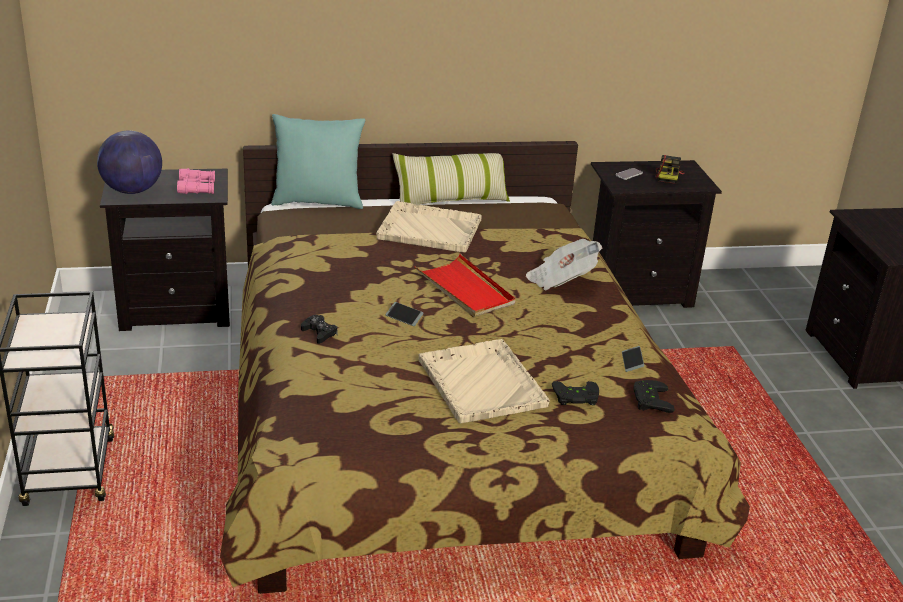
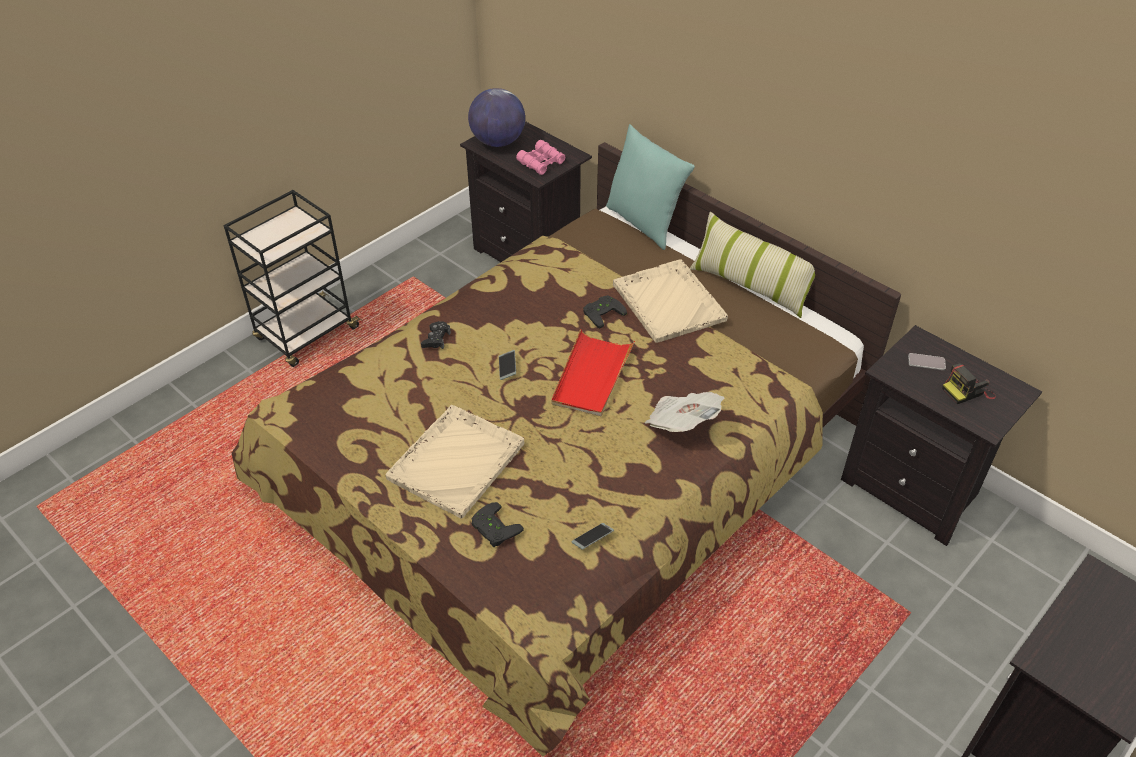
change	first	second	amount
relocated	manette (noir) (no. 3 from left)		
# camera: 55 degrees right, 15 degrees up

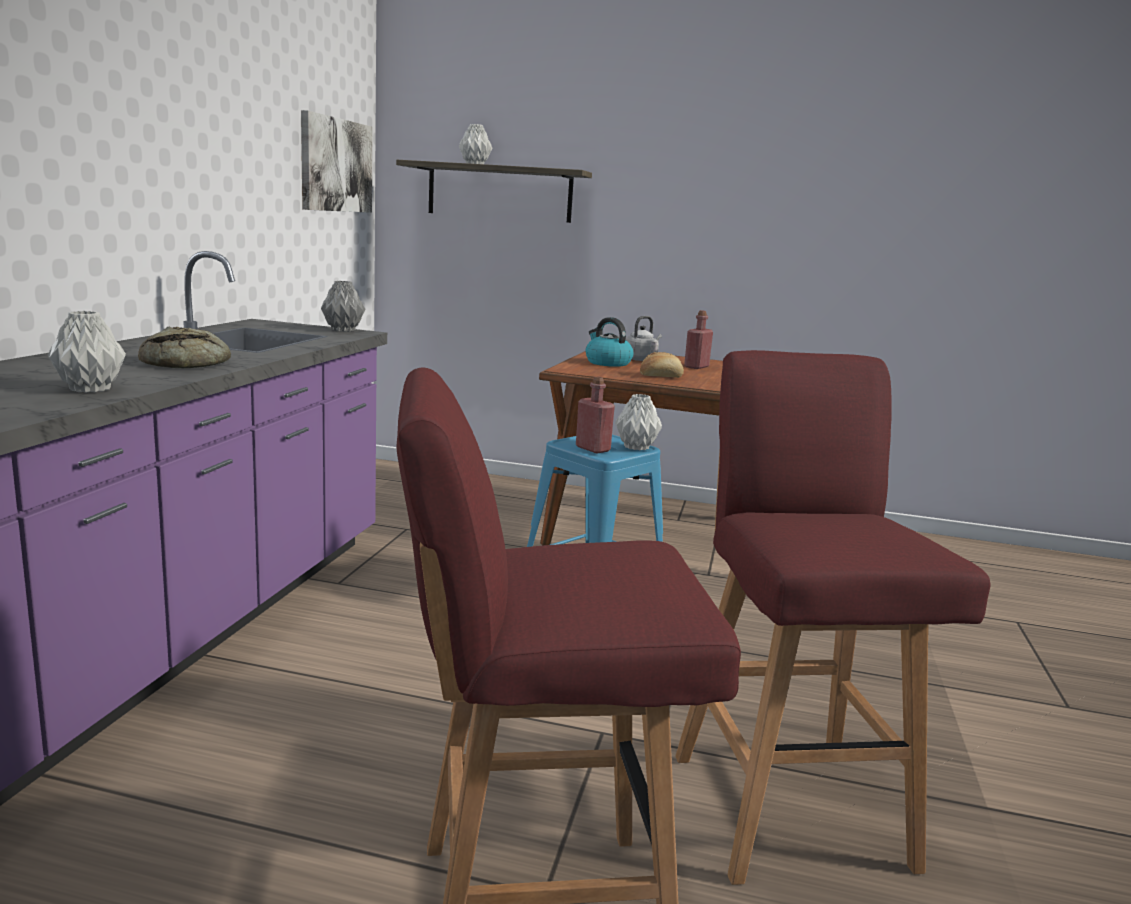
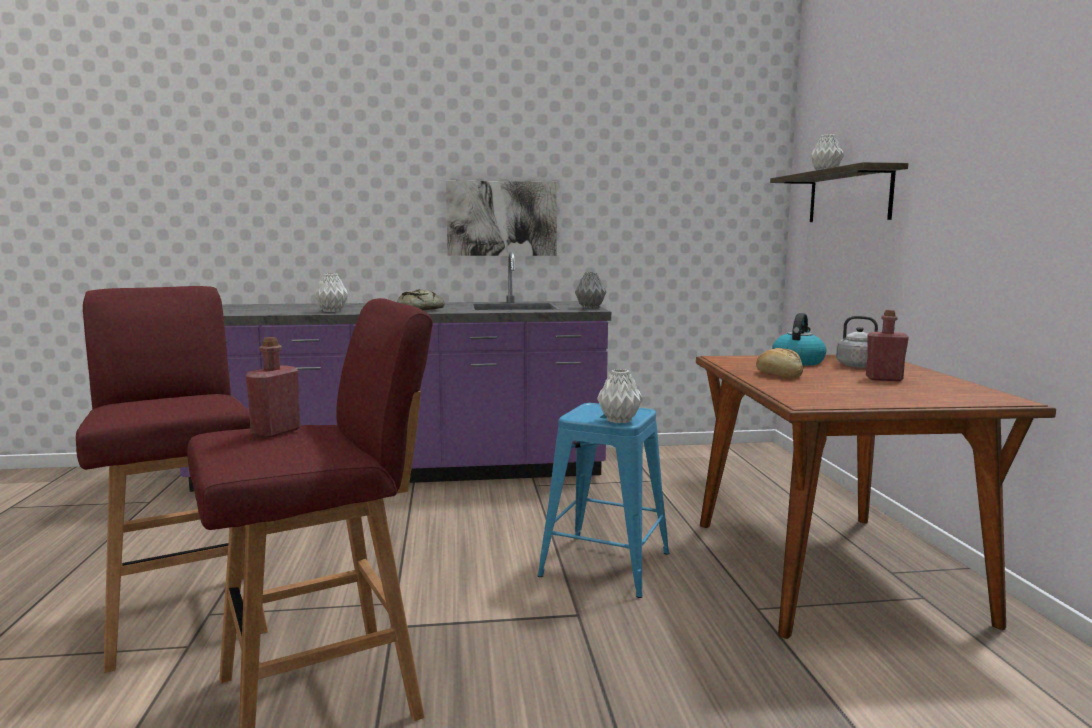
change	first	second	amount
relocated	tableau		
relocated	bouteille (rouge) (no. 1 from left)		
# camera: 70 degrees right, 5 degrees down

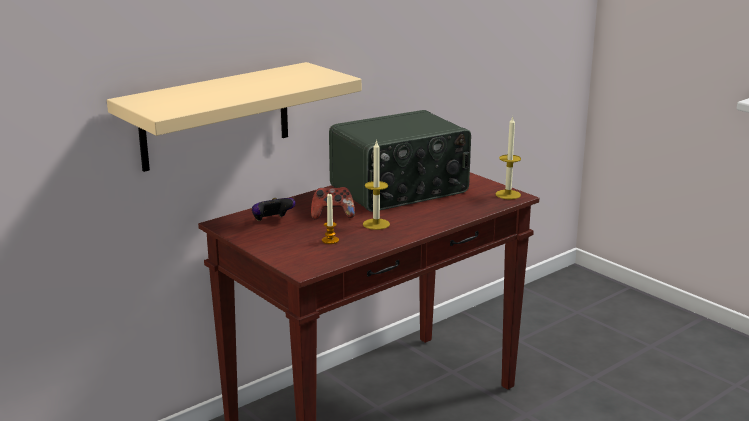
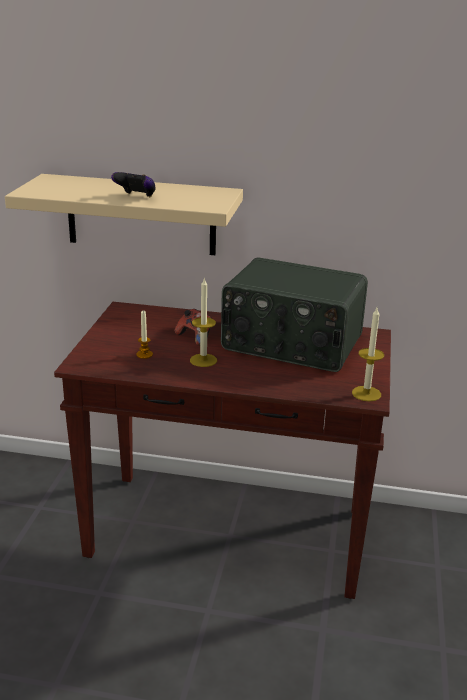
change	first	second	amount
relocated	manette (no. 1 from left)		
# camera: 50 degrees right, 5 degrees up

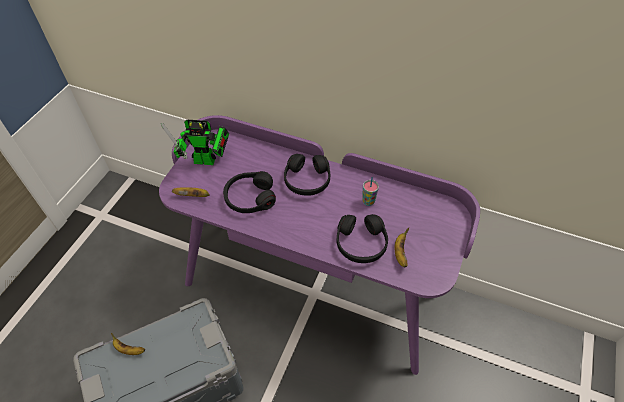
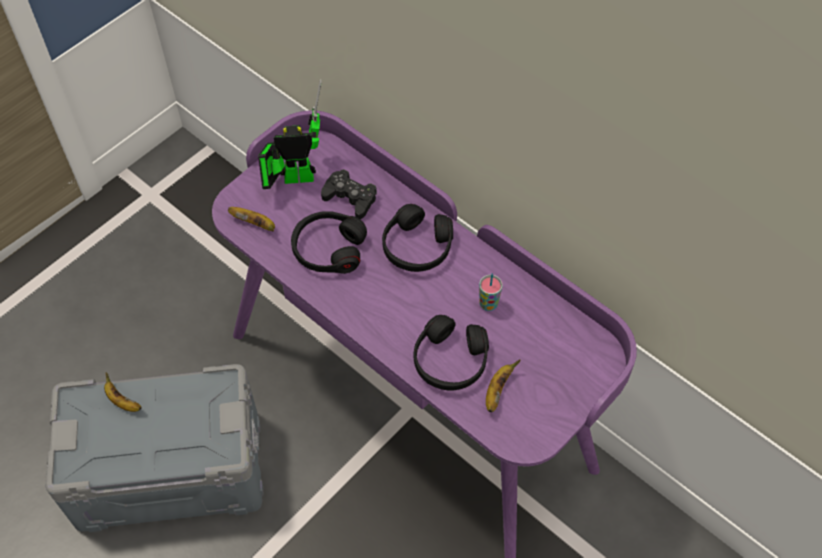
change	first	second	amount
spun	robot jouet		150 degrees clockwise
appeared		manette (noir)	
# camera: 20 degrees right, 5 degrees up

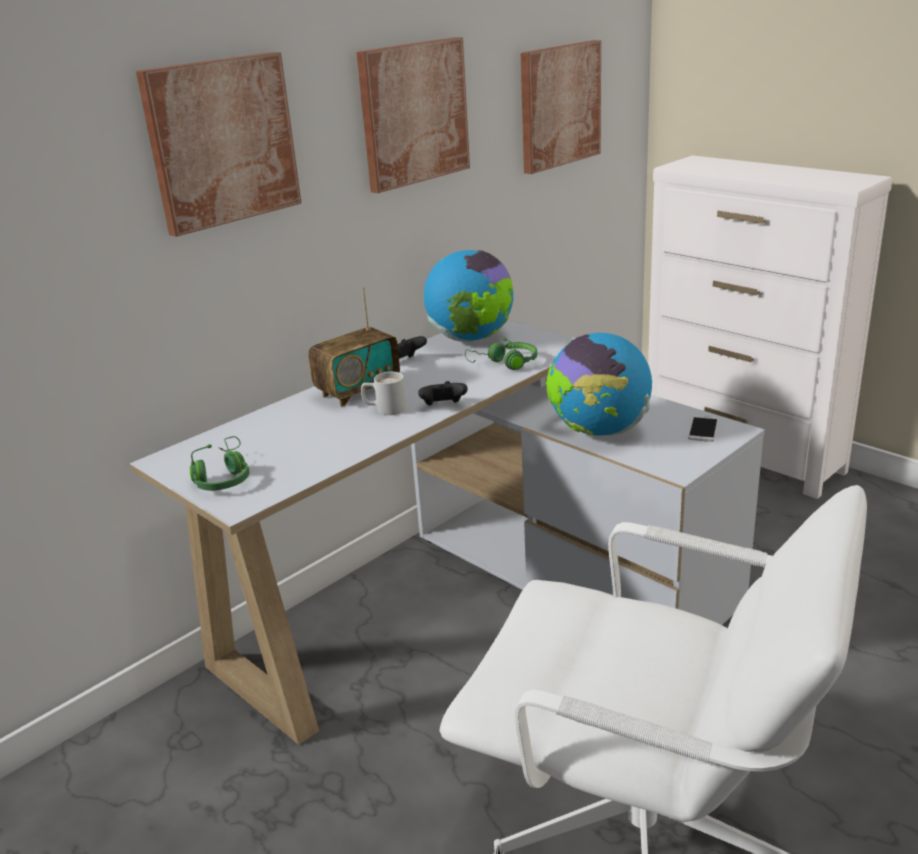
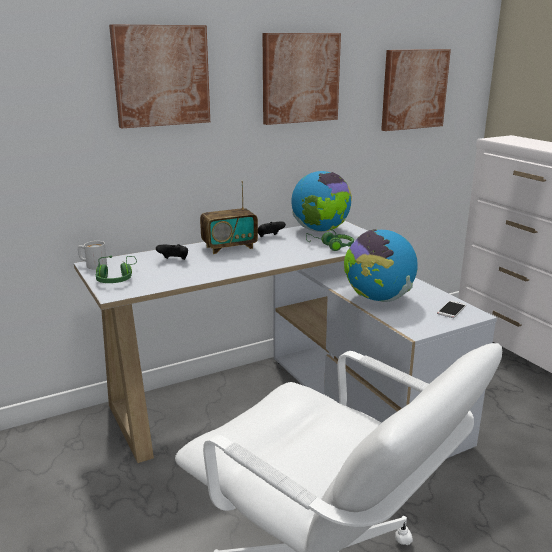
change	first	second	amount
relocated	mug (blanc)		
relocated	manette (noir) (no. 2 from left in the first image)	manette (noir) (no. 1 from left)	
# camera: 15 degrees right, 5 degrees down

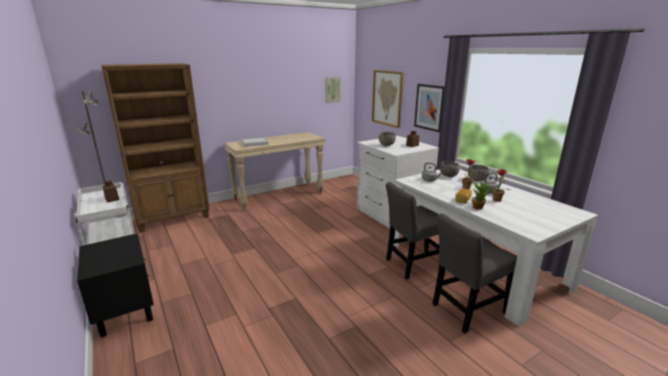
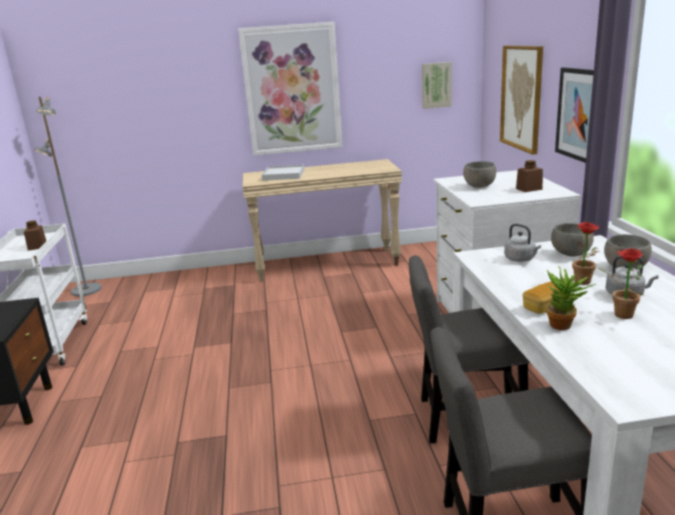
change	first	second	amount
missing	bibliothèque (marron)		
appeared		tableau (no. 1 from left)	
# camera: 25 degrees right, 0 degrees up

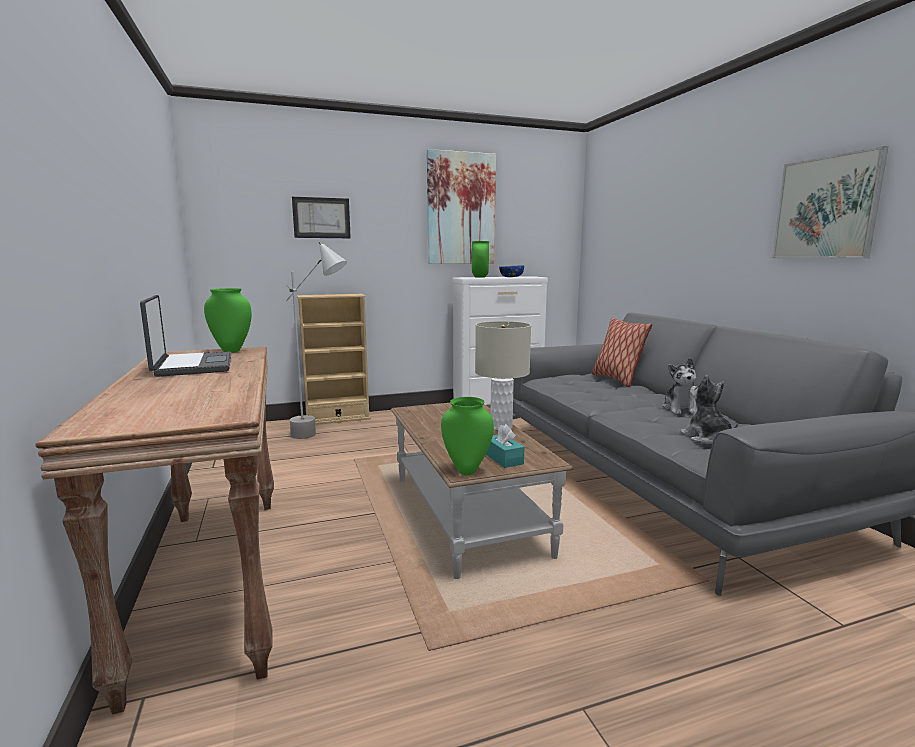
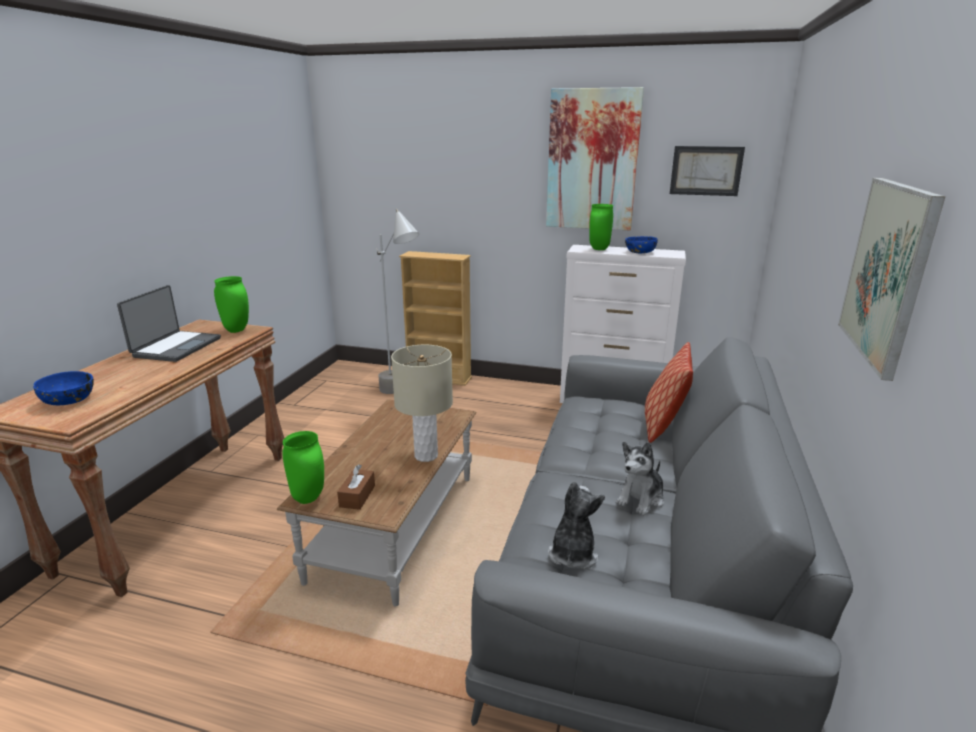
change	first	second	amount
relocated	tableau (no. 1 from left in the first image)	tableau (no. 2 from left)	
colour	boîte à mouchoirs (turquoise)	boîte à mouchoirs (marron)	
appeared		bol (bleu) (no. 1 from left)	
# camera: 35 degrees right, 10 degrees up

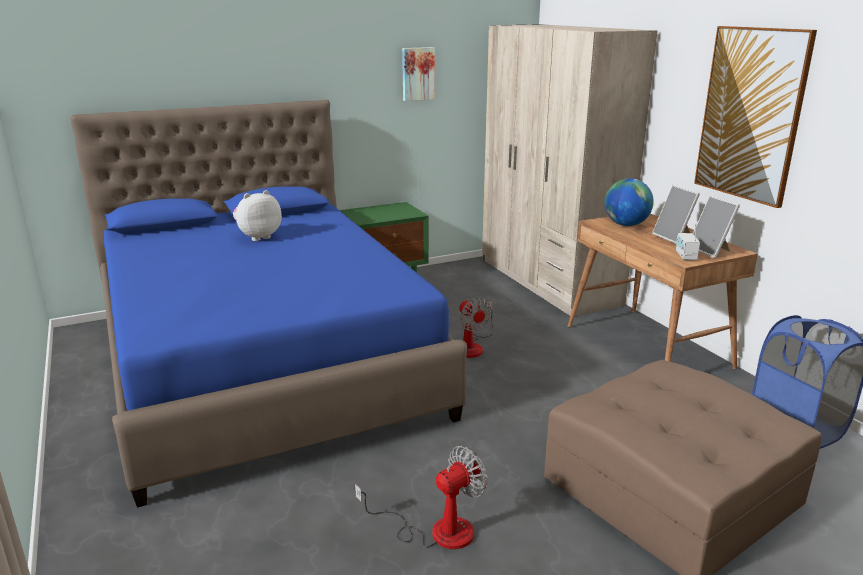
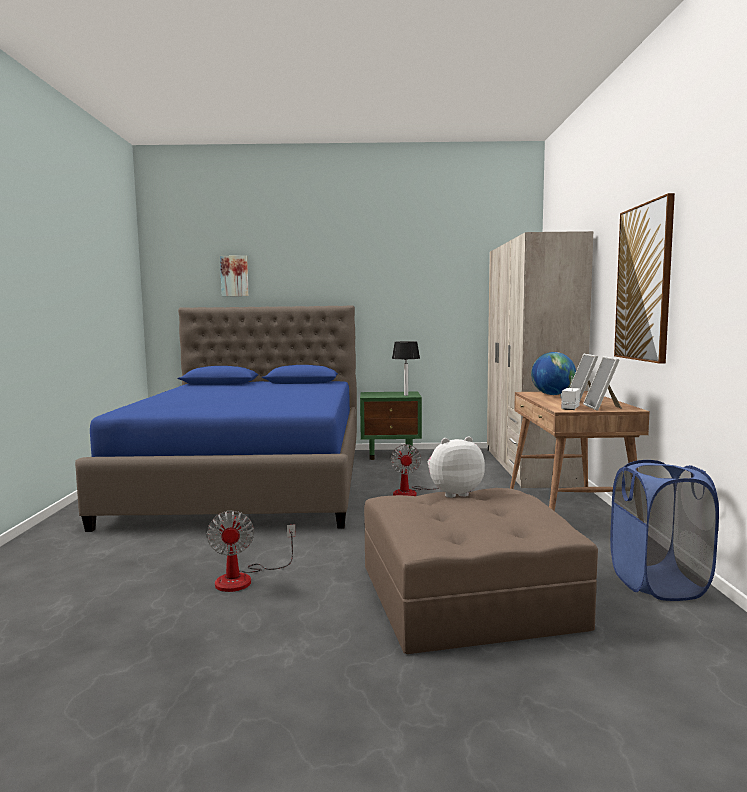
change	first	second	amount
relocated	peluche		
spun	ventilateur (no. 1 from left)		90 degrees clockwise
relocated	tableau (no. 1 from left)		
appeared		lampe de table	
# camera: 25 degrees right, 15 degrees down

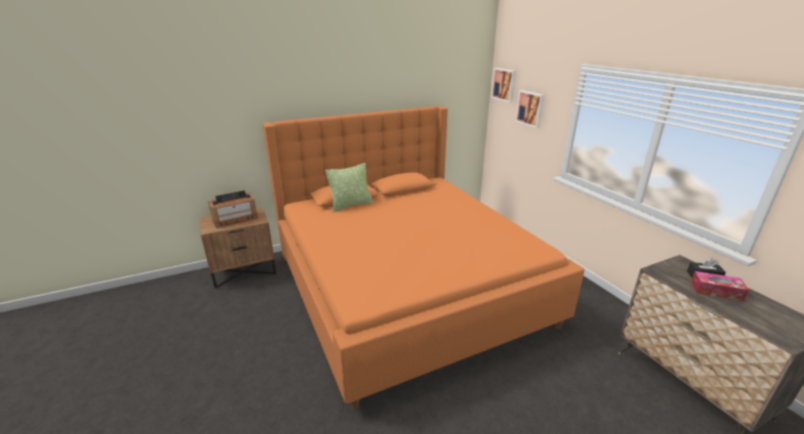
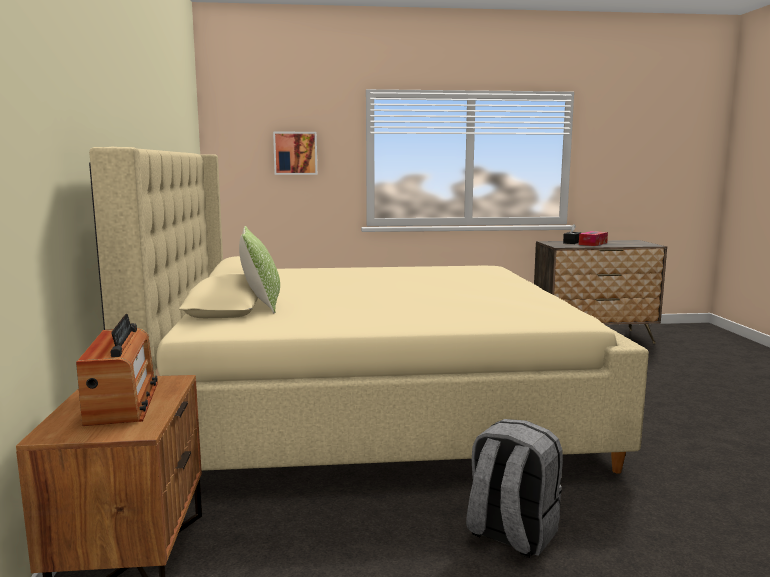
change	first	second	amount
colour	lit (orange)	lit (beige)	
missing	tableau (no. 1 from left)		
appeared		sac à dos (gris)	
# camera: 70 degrees left, 15 degrees down

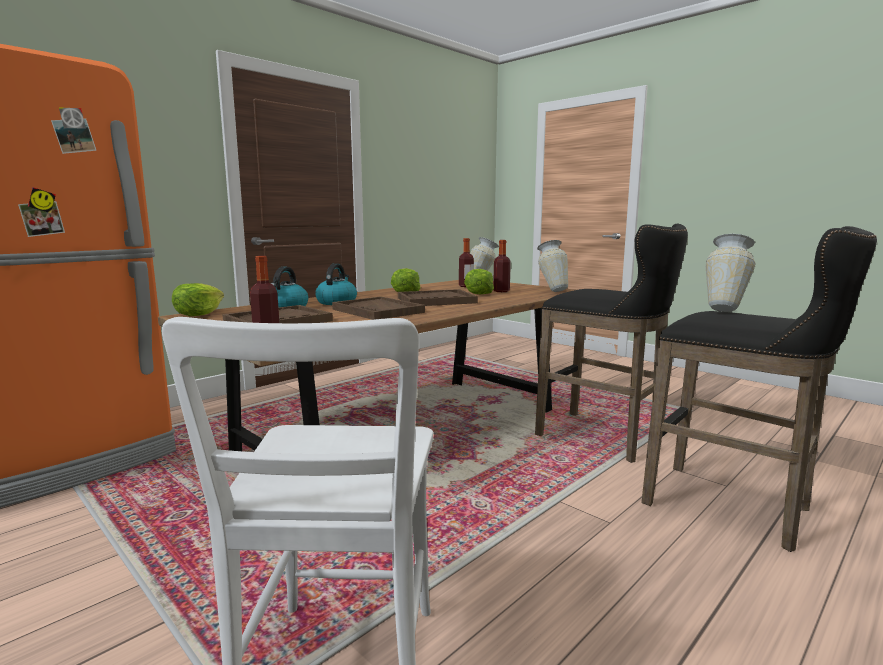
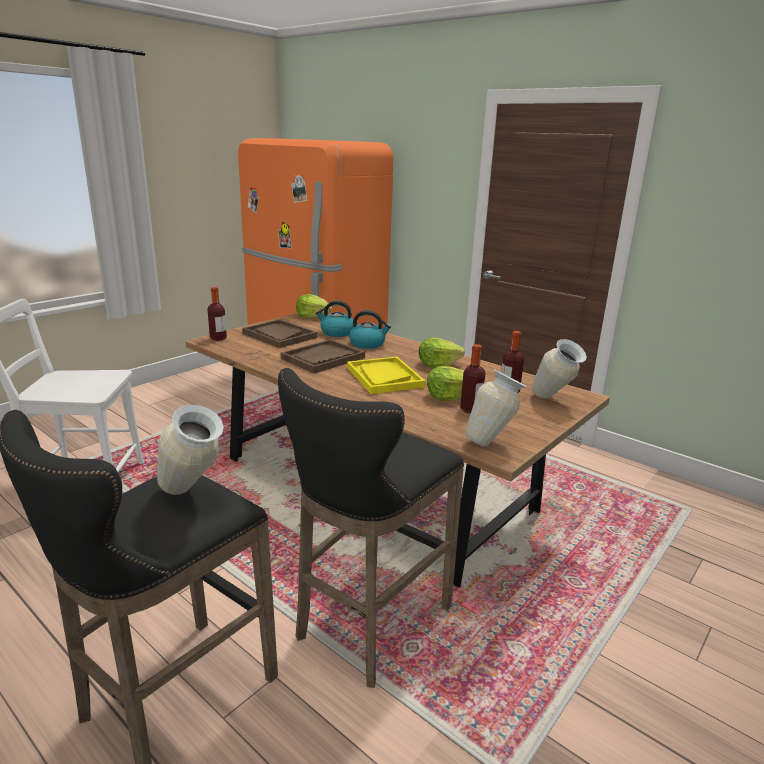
change	first	second	amount
colour	plateau (marron) (no. 3 from left)	plateau (jaune)	
# camera: 85 degrees right, 10 degrees up

